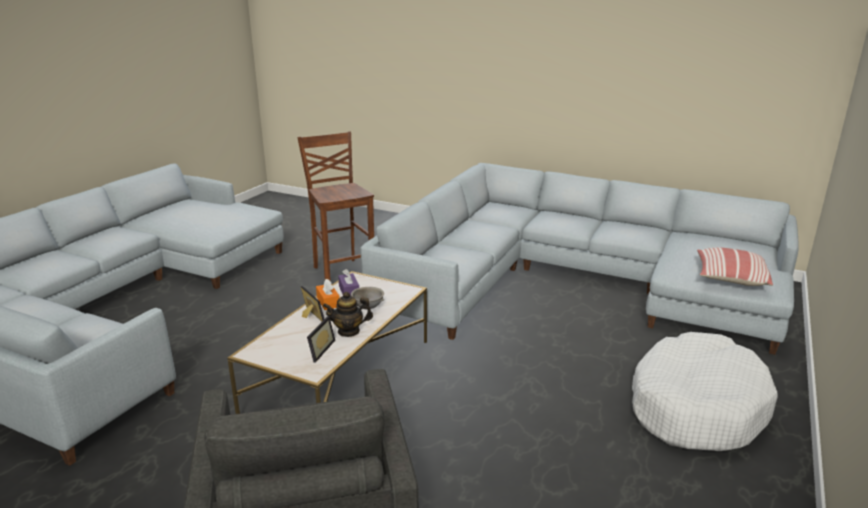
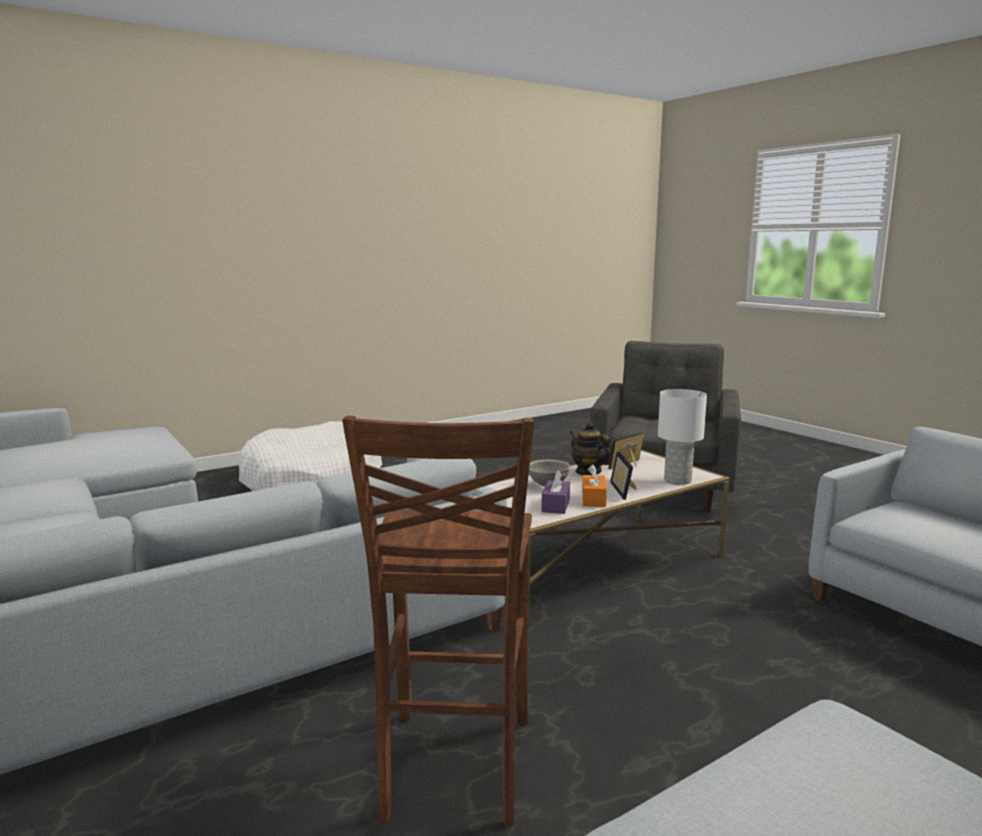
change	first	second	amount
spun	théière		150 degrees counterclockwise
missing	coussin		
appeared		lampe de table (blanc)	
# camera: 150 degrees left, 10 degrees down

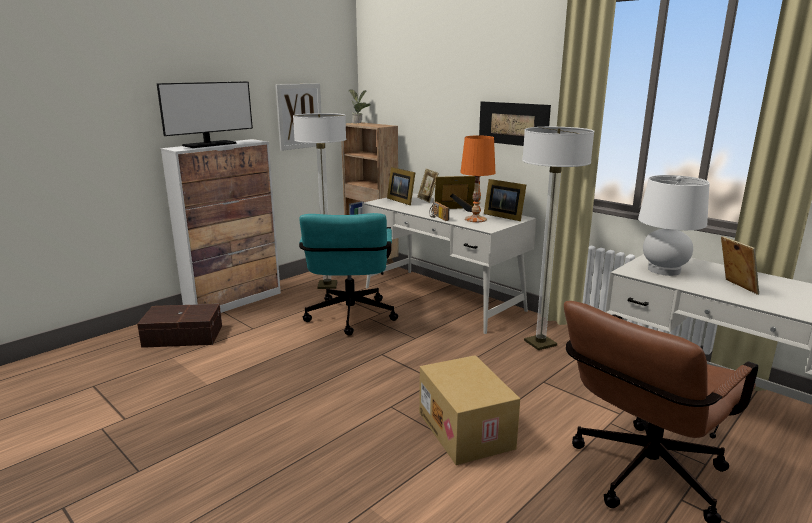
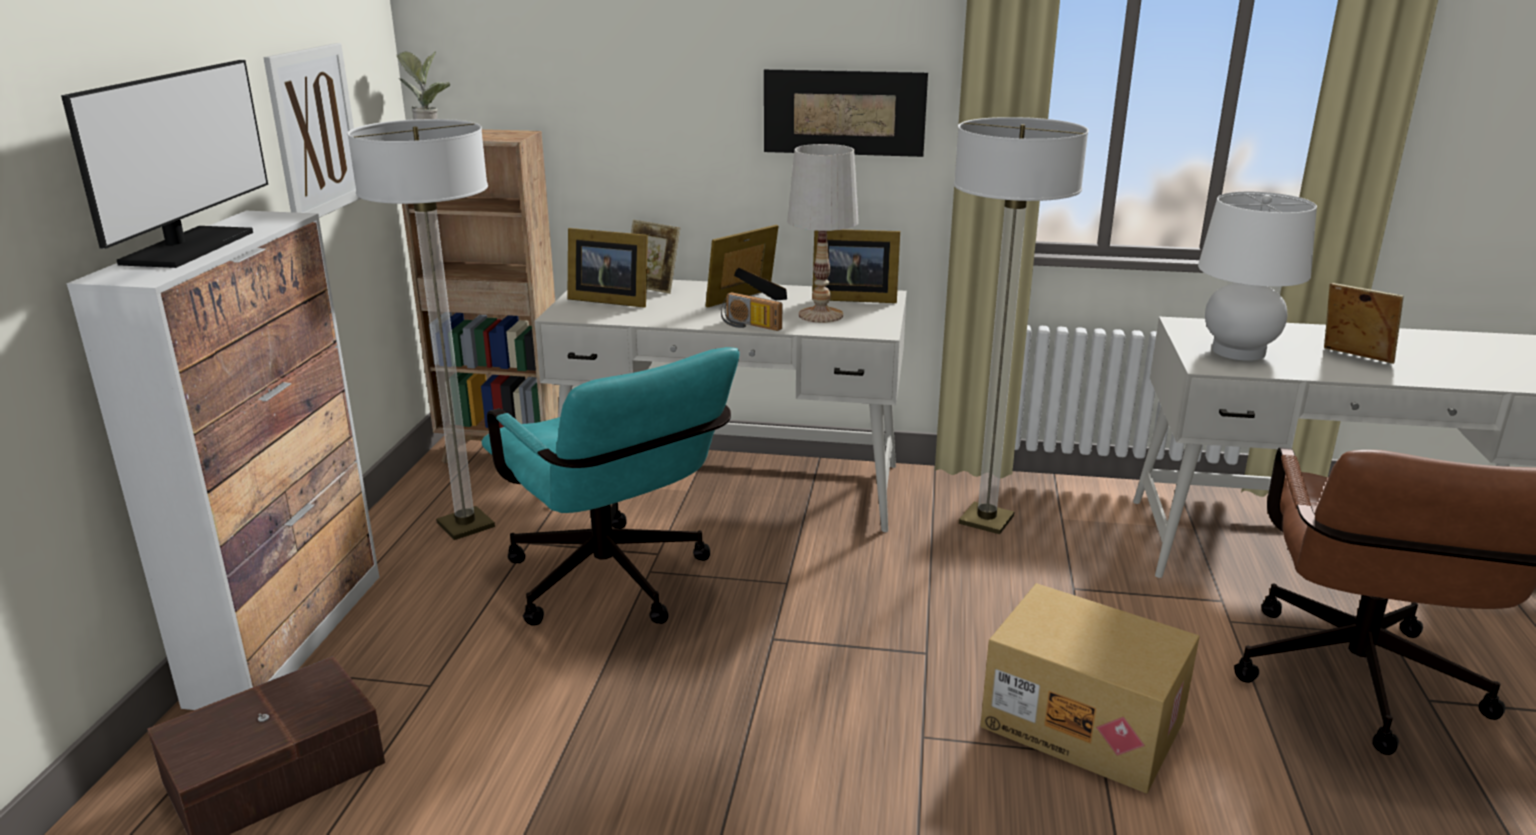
change	first	second	amount
colour	lampe de table (orange)	lampe de table (blanc) (no. 1 from left)	
# camera: 35 degrees left, 5 degrees up

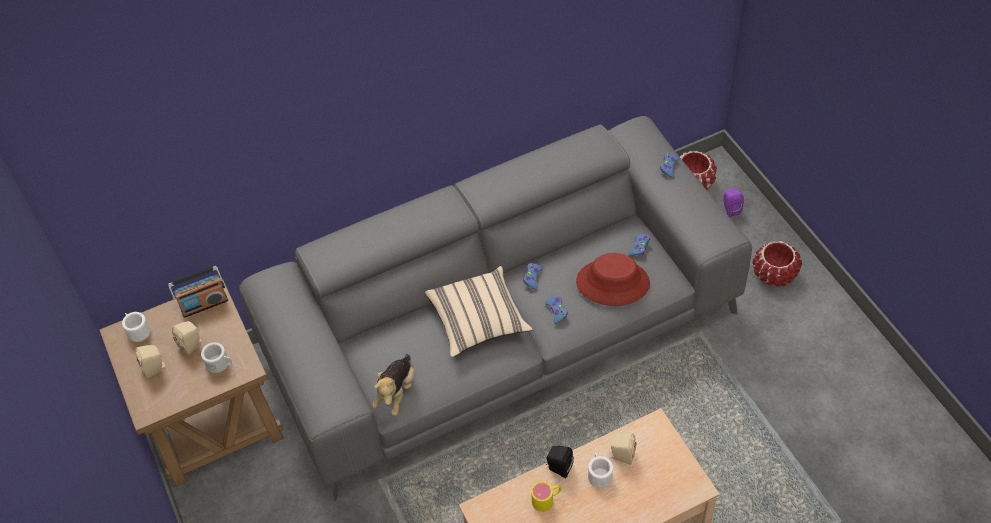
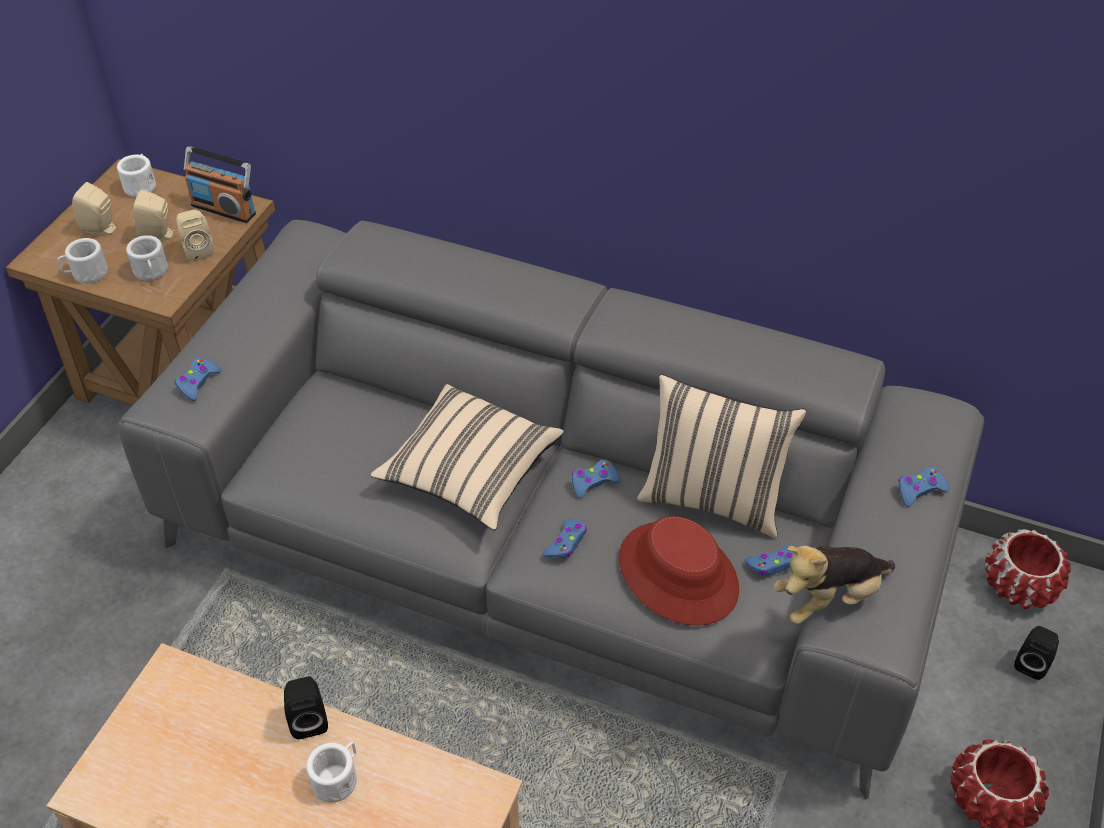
change	first	second	amount
relocated	peluche		
missing	mug (jaune)		
relocated	enceinte (beige) (no. 3 from left)		
colour	enceinte (violet)	enceinte (noir) (no. 2 from left)	
appeared		mug (blanc) (no. 1 from left)	
appeared		manette (bleu) (no. 1 from left)	
appeared		coussin (beige) (no. 2 from left)	
# camera: 45 degrees right, 5 degrees down

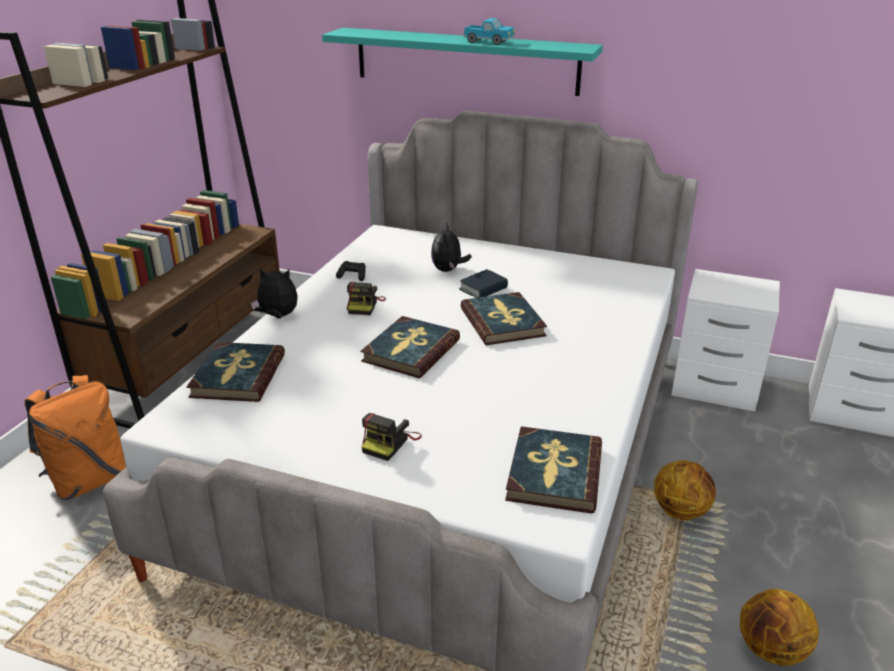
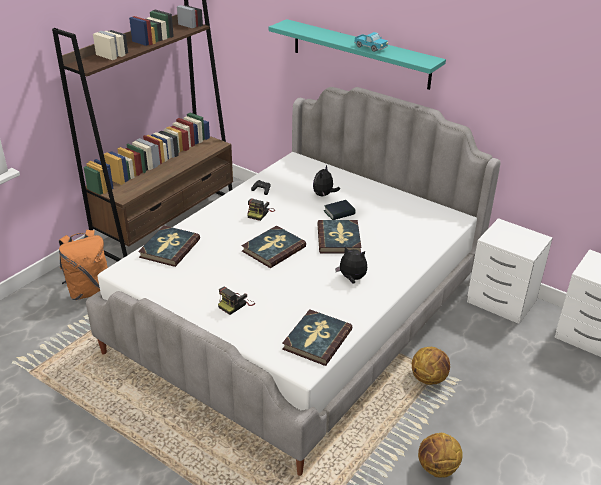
change	first	second	amount
relocated	peluche (no. 1 from left in the first image)	peluche (no. 2 from left)	
# camera: 15 degrees right, 5 degrees up

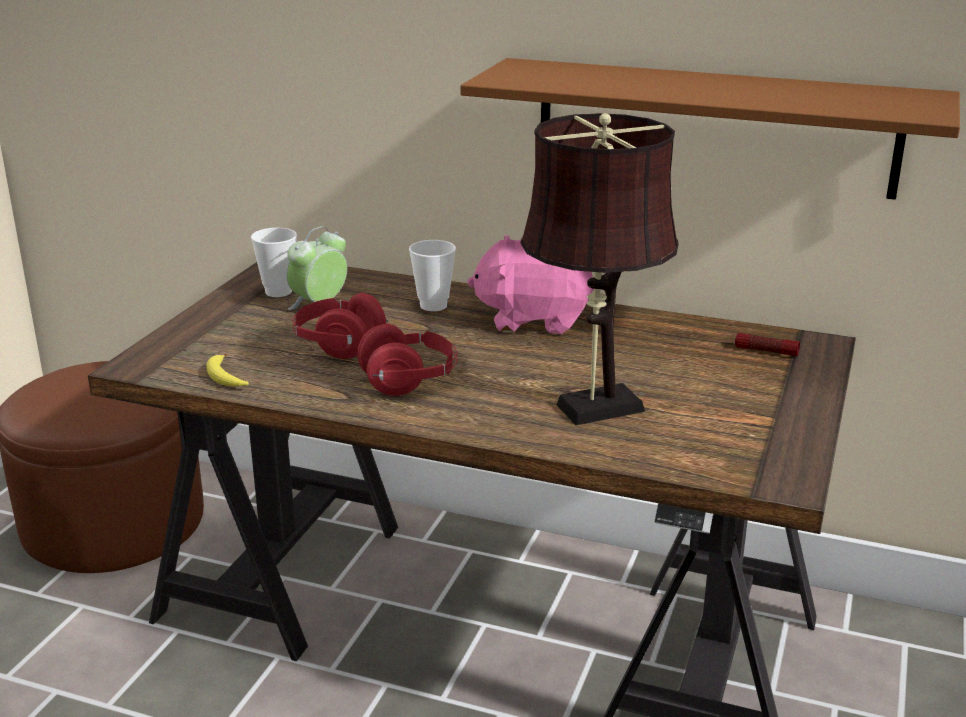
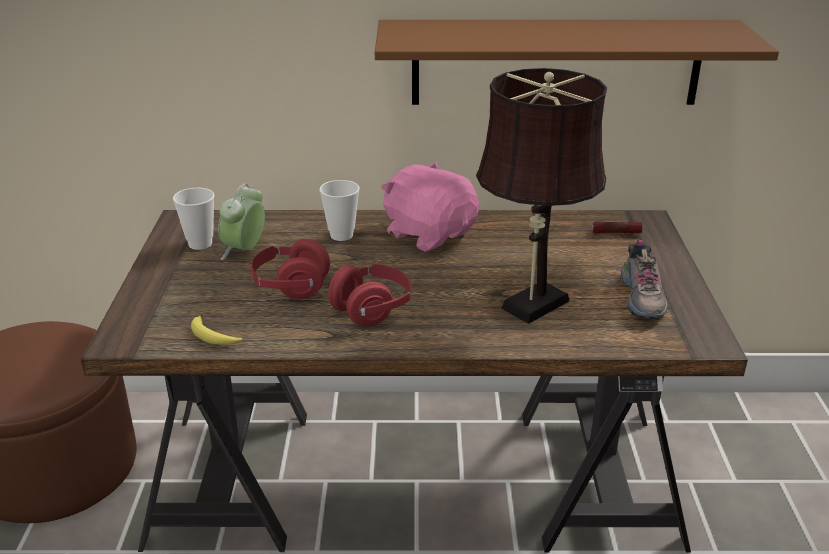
change	first	second	amount
spun	peluche (rose)		60 degrees clockwise
appeared		chaussure	
# camera: 20 degrees left, 5 degrees up

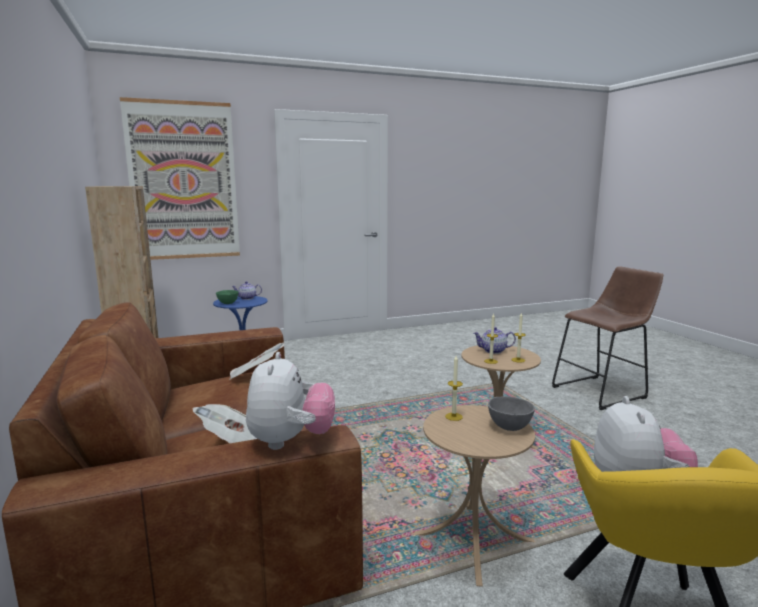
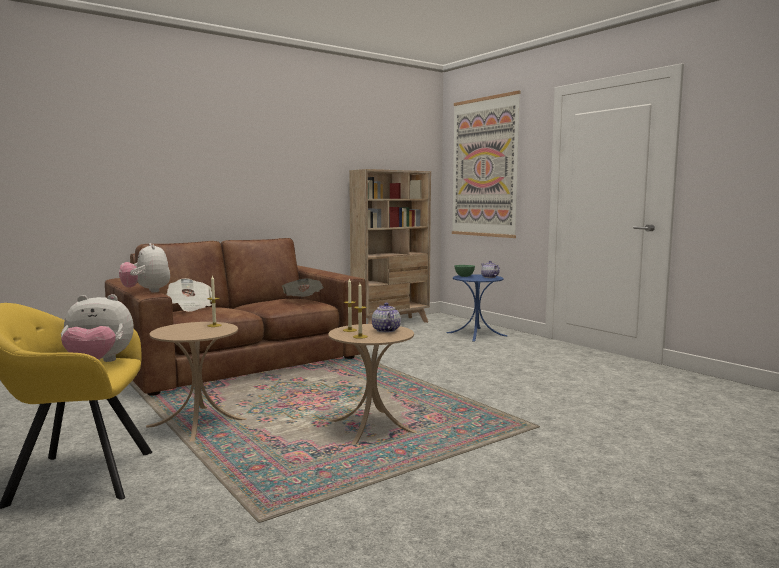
change	first	second	amount
spun	peluche (no. 1 from left in the first image)	peluche (no. 2 from left)	75 degrees clockwise
missing	bol (gris)		
missing	tabouret (marron)		
# camera: 75 degrees right, 5 degrees down

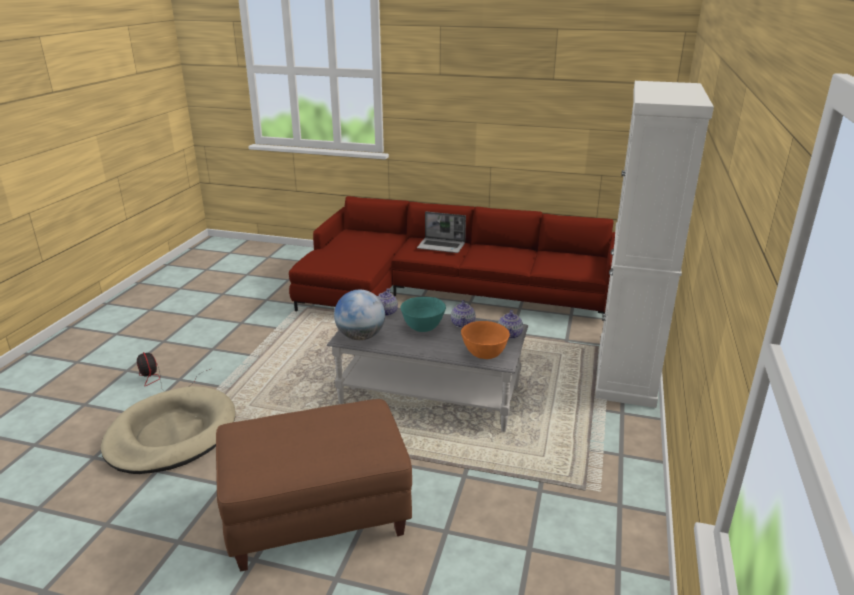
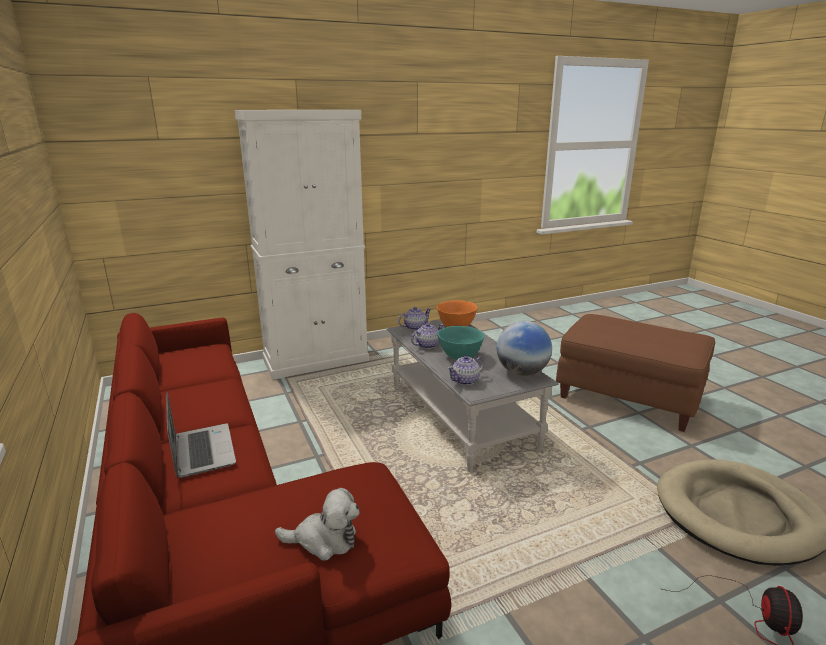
change	first	second	amount
appeared		peluche	
# camera: 130 degrees left, 5 degrees down

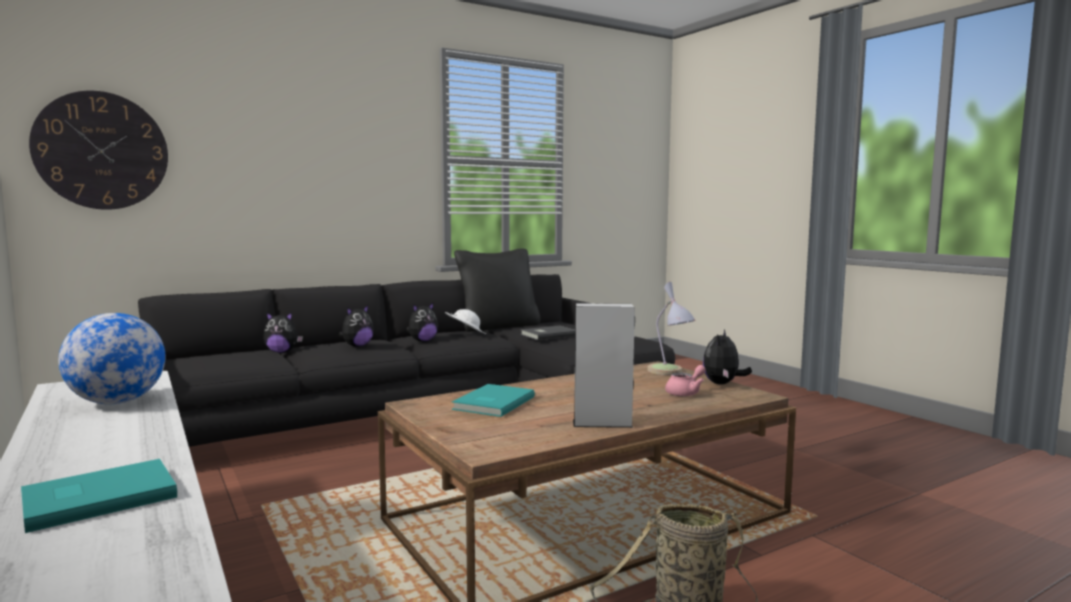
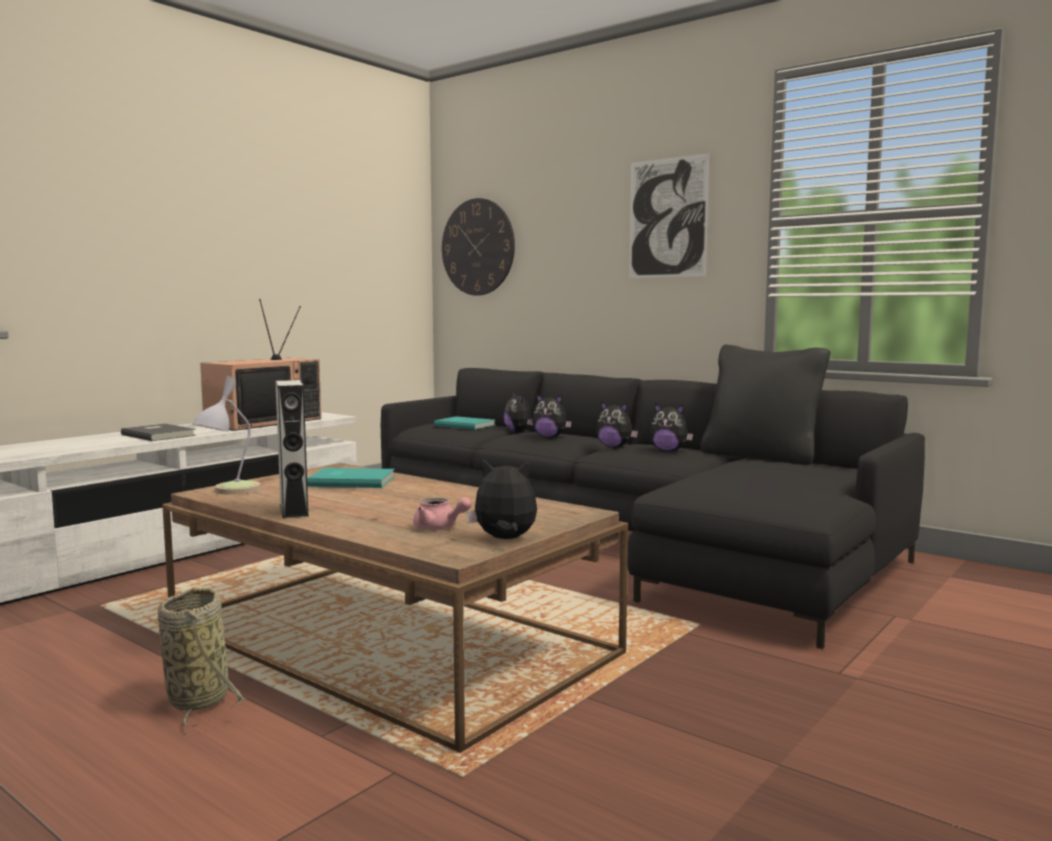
change	first	second	amount
relocated	livre (turquoise) (no. 1 from left in the first image)	livre (turquoise) (no. 2 from left)	
exchanged	globe	téléviseur	
exchanged	chapeau (blanc)	peluche (no. 5 from left)	
relocated	livre (gris)		
relocated	lampe de table		
appeared		tableau	
# camera: 70 degrees right, 0 degrees up

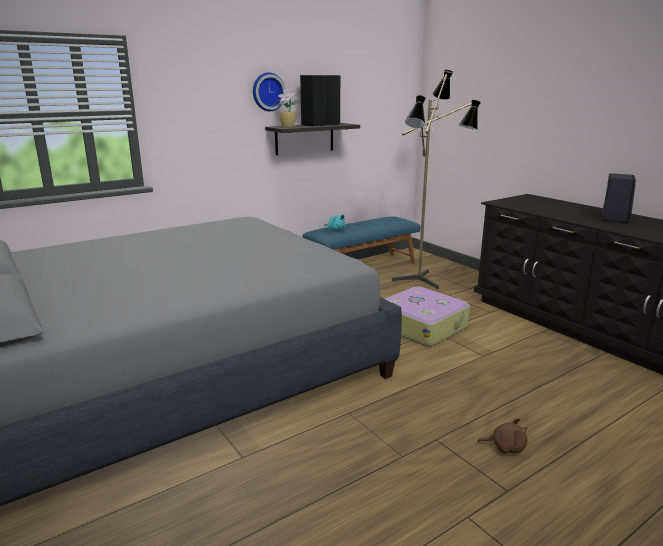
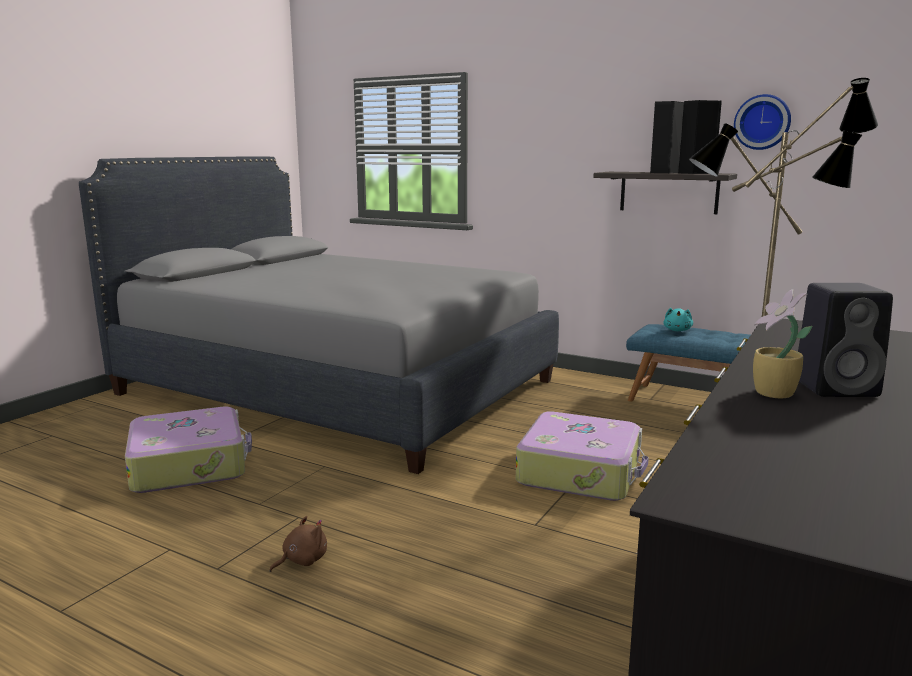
change	first	second	amount
relocated	horloge murale		
relocated	plante en pot		
spun	peluche (marron)		120 degrees counterclockwise
appeared		valise (no. 1 from left)	
# camera: 65 degrees right, 5 degrees down

